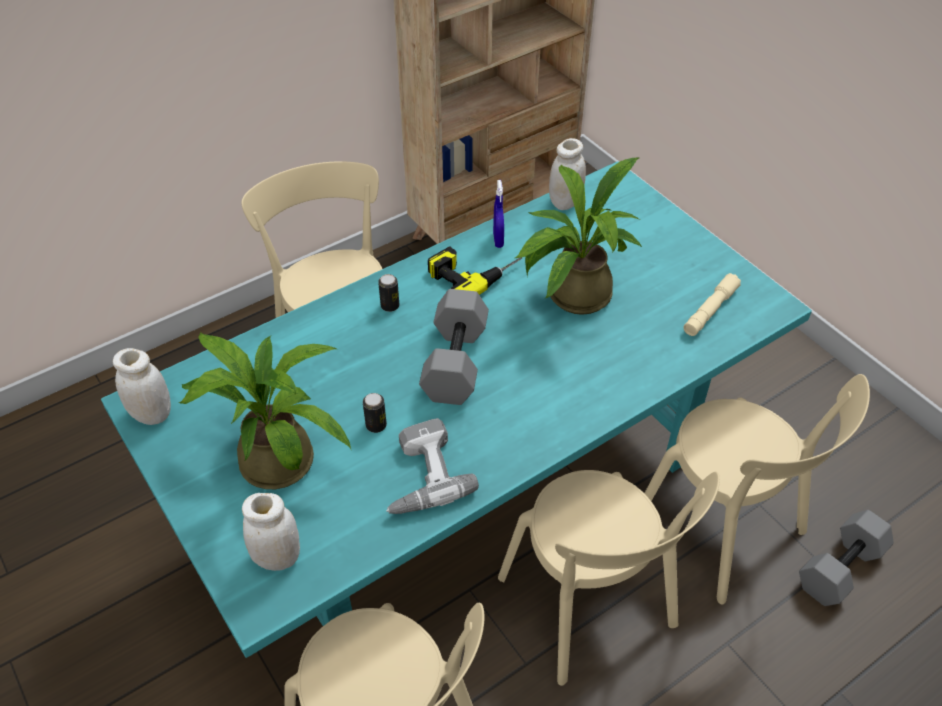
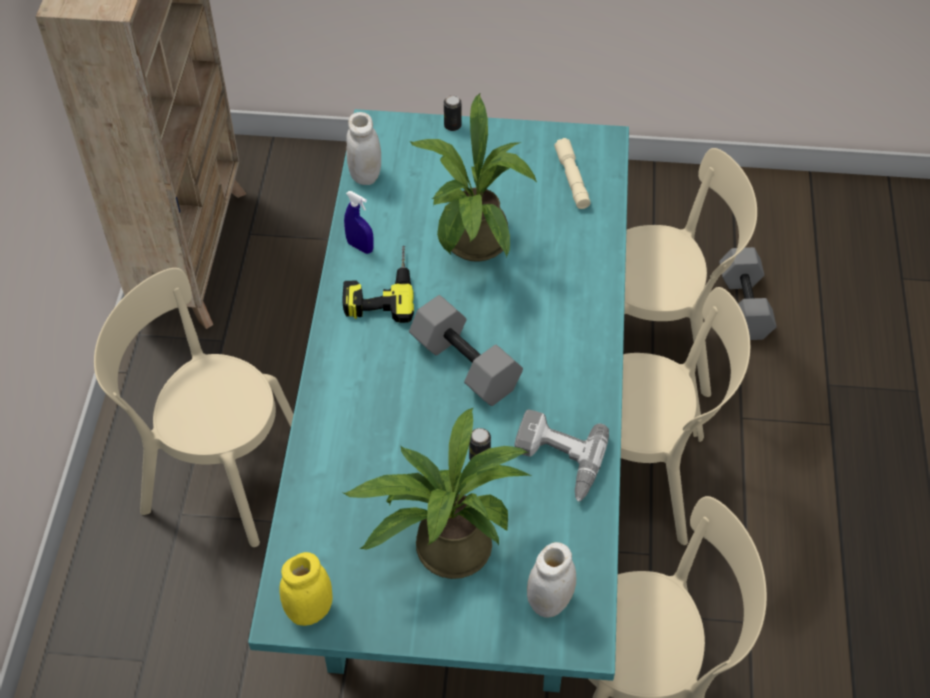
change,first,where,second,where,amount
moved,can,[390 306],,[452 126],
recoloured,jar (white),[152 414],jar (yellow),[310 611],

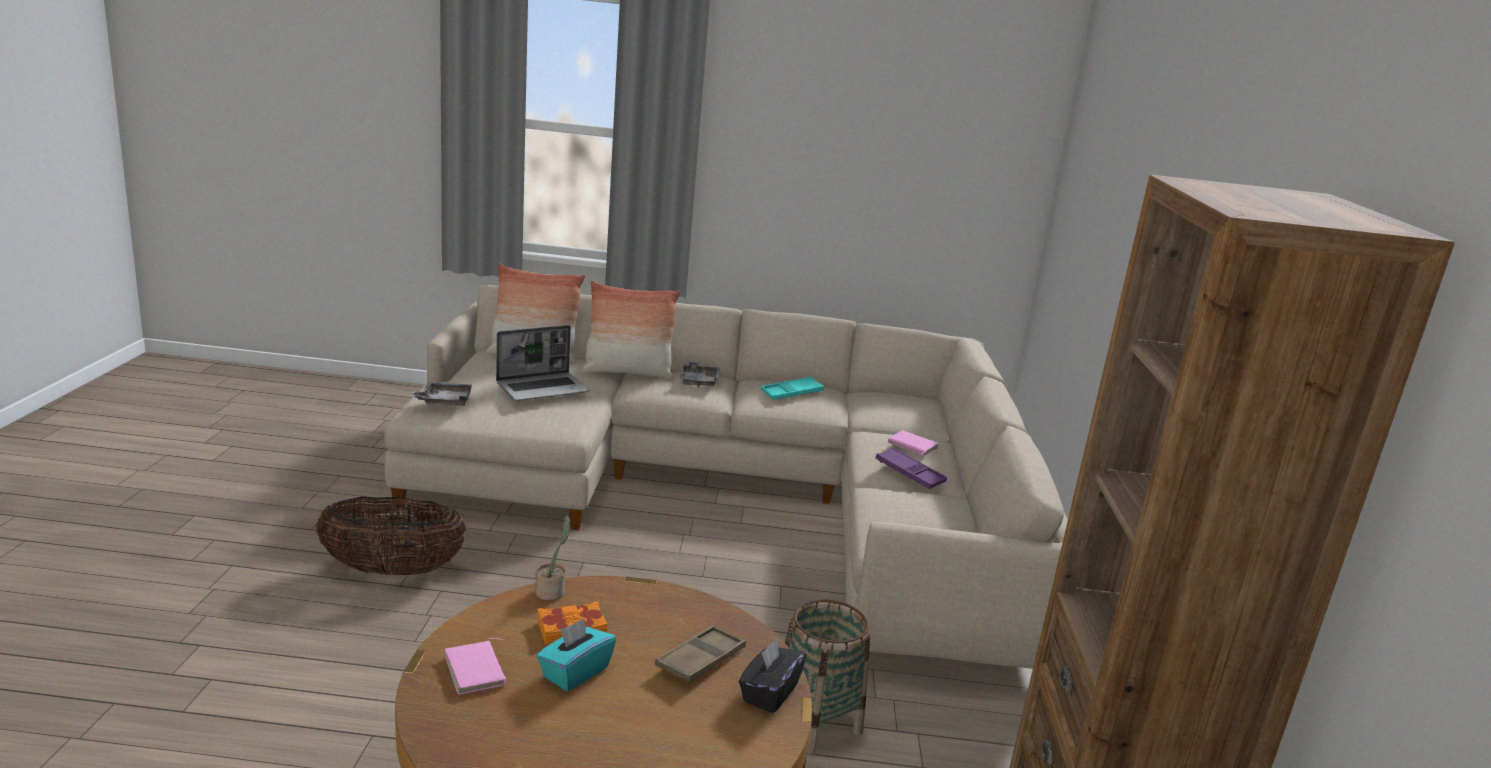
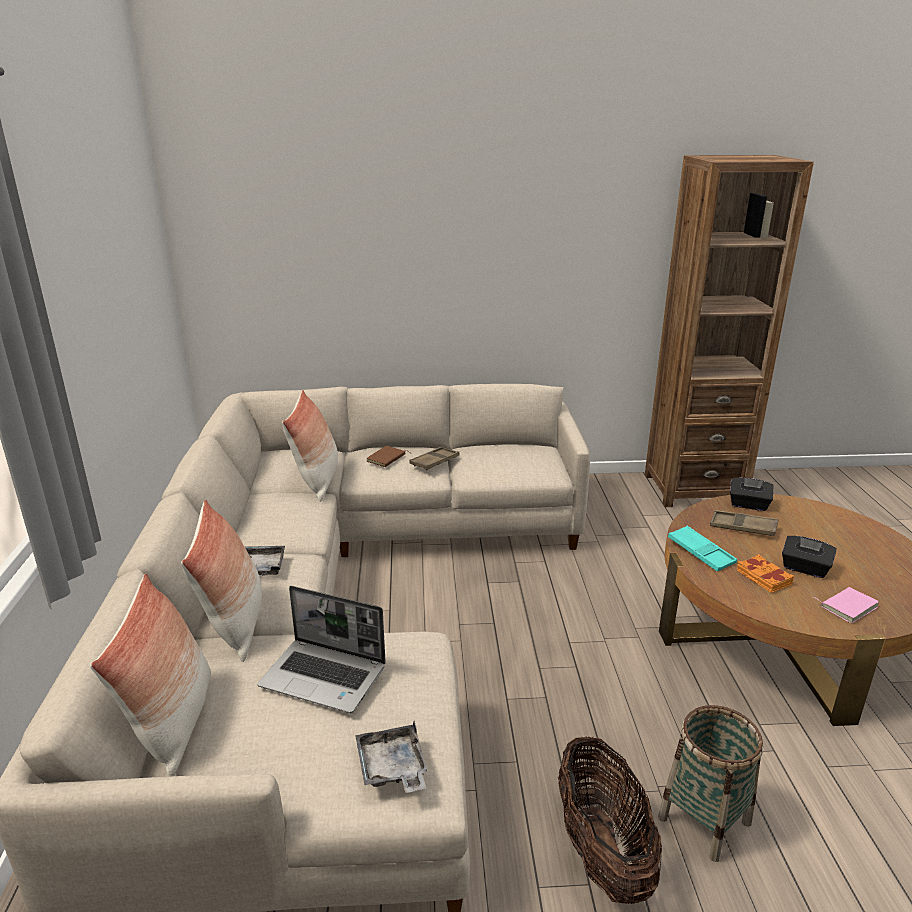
change,first,where,second,where,amount
removed,potted plant,[552 592],,,
added,,,pillow,[317 481],
moved,tray (turquoise),[792 393],,[700 552],
moved,basket,[815 723],,[704 820],
recoloured,tissue box (turquoise),[575 672],tissue box (black),[804 568],
recoloured,tray (purple),[909 473],tray (brown),[434 462],
recoloured,book (pink),[911 446],book (brown),[387 459],
turned,laptop,[543 388],,[325 676],150 degrees clockwise

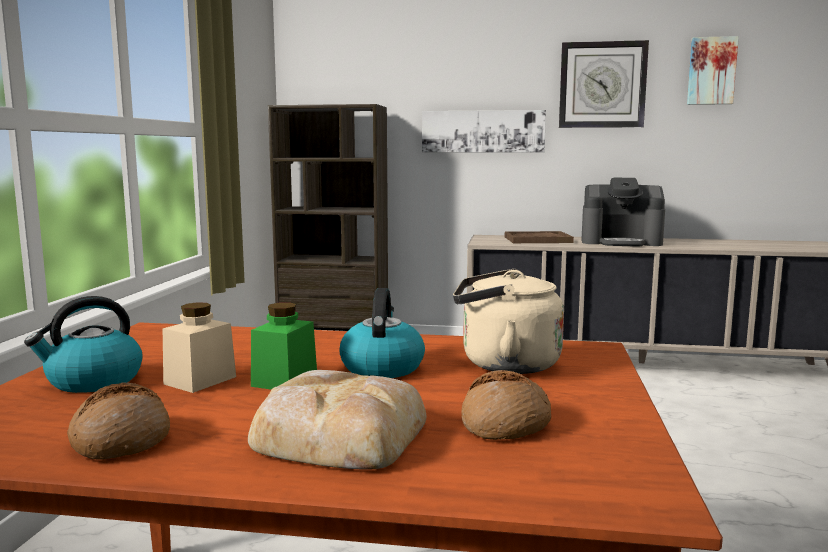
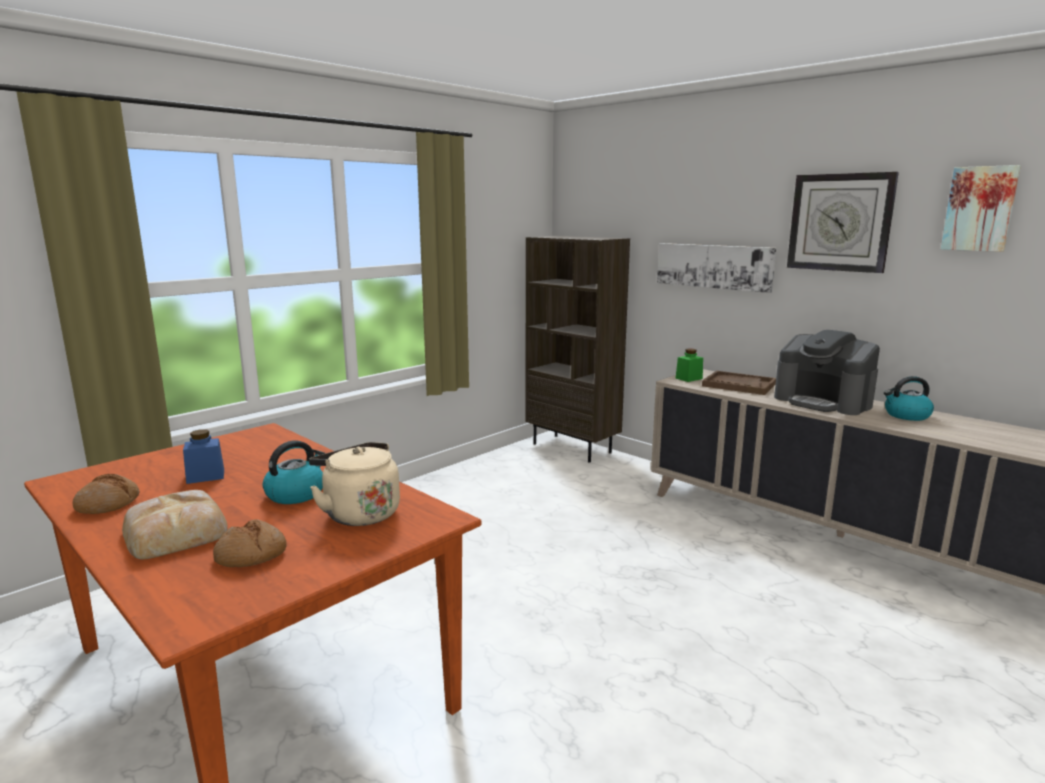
change,first,where,second,where,amount
moved,kettle,[93 381],,[906 415],
moved,jar (green),[284 380],,[689 378],
recoloured,jar (beige),[200 380],jar (blue),[205 476],

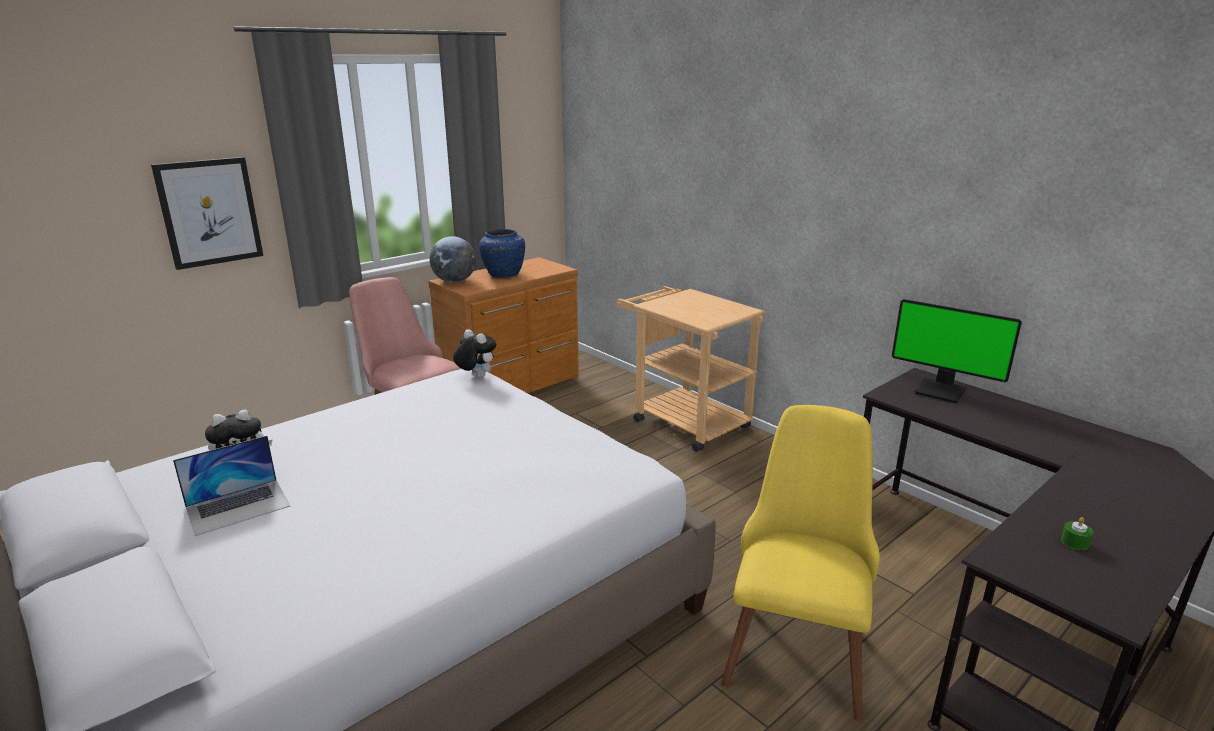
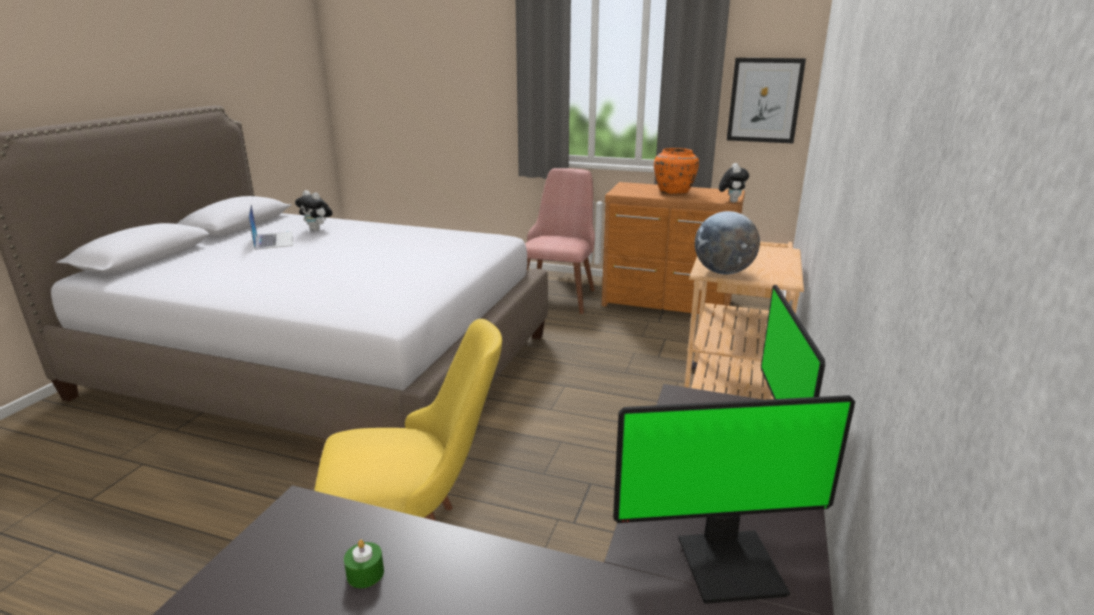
change,first,where,second,where,amount
added,,,monitor,[730 563],
moved,picture,[209 212],,[764 100],
moved,globe,[454 281],,[723 272],
moved,plush toy,[476 377],,[731 201],
recoloured,vase (blue),[503 275],vase (orange),[674 192],
turned,laptop,[238 506],,[274 240],135 degrees counterclockwise

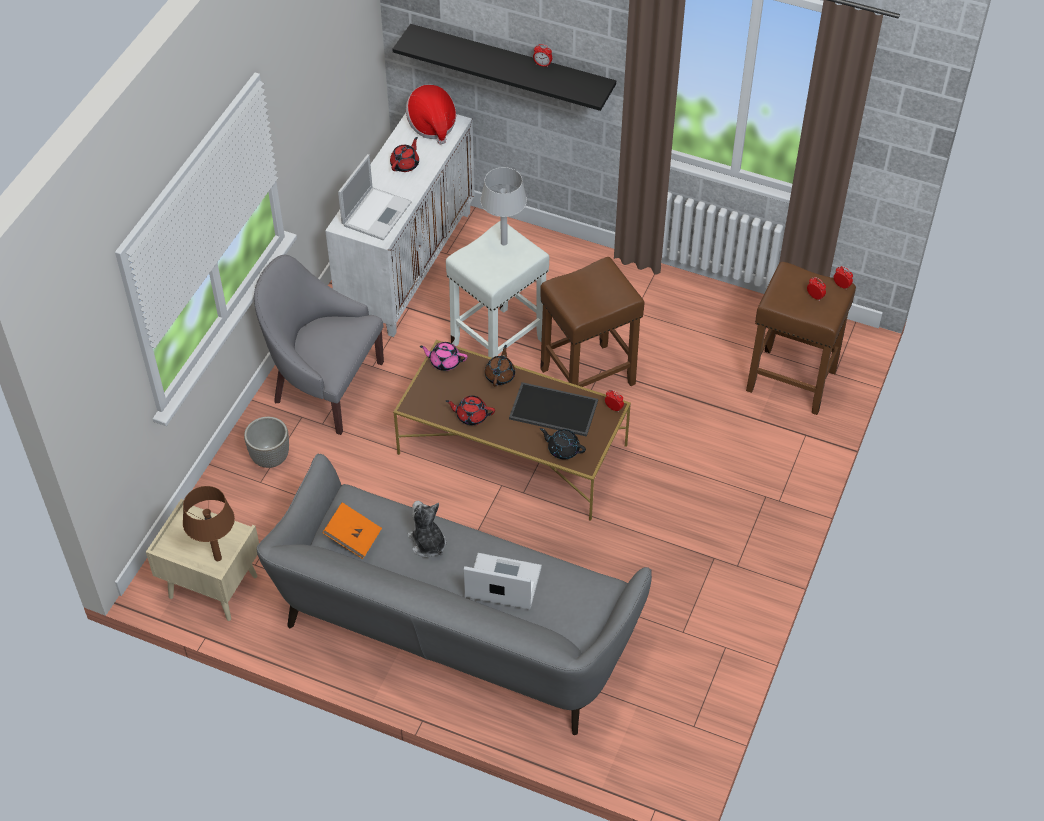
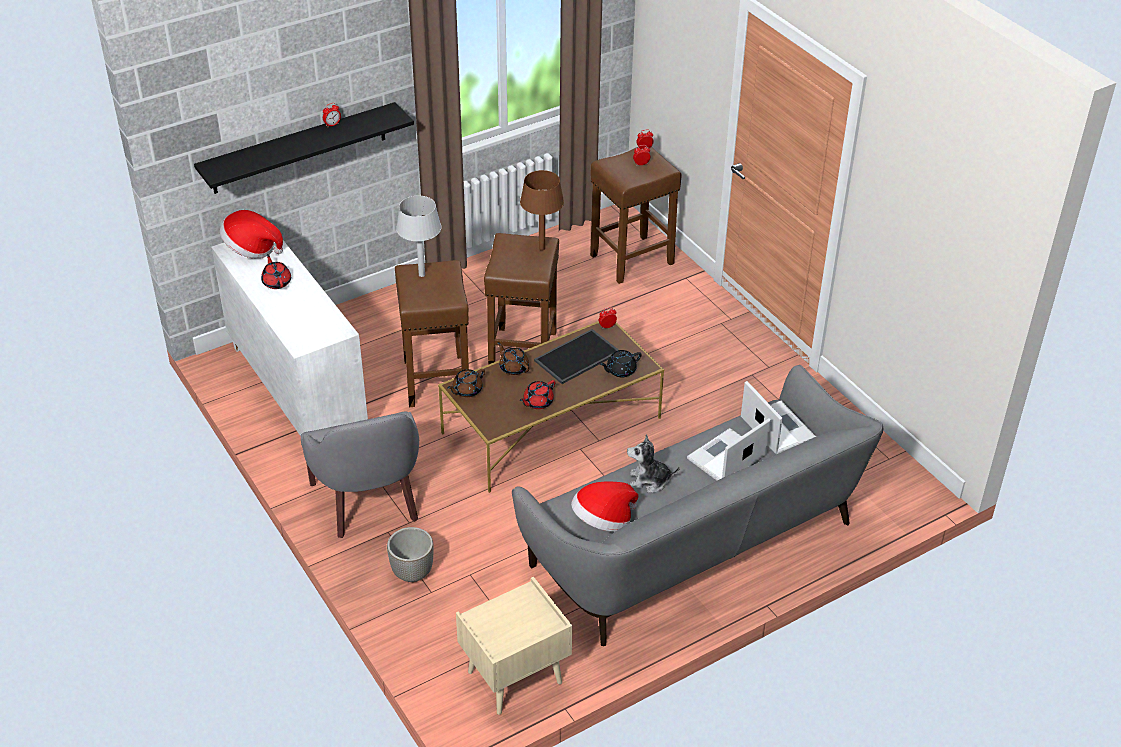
change,first,where,second,where,amount
moved,table lamp (brown),[217 558],,[542 248],
moved,laptop,[377 213],,[776 427],
replaced,book (orange),[353 537],hat,[603 521],
recoloured,teapot (pink),[444 362],teapot (brown),[467 390],
recoloured,stool (white),[499 341],stool (brown),[436 379],
turned,armchair (grey),[325 385],,[369 501],75 degrees counterclockwise

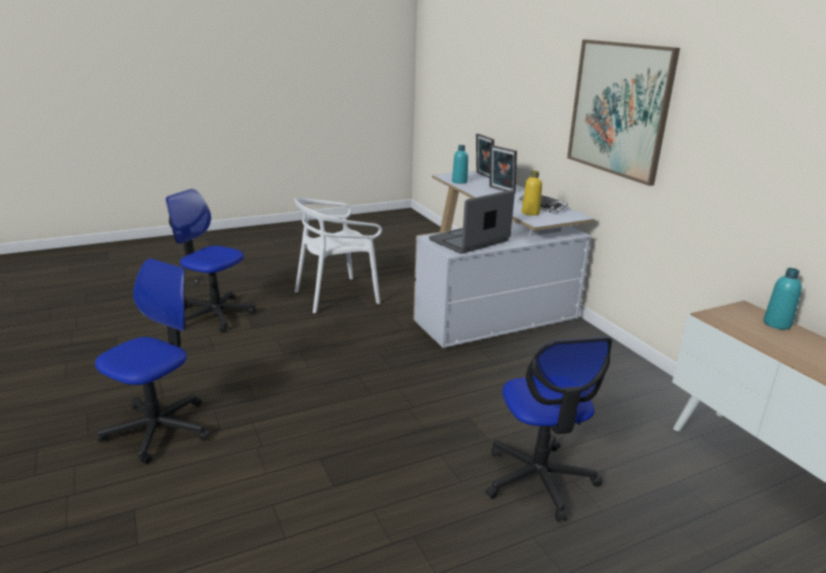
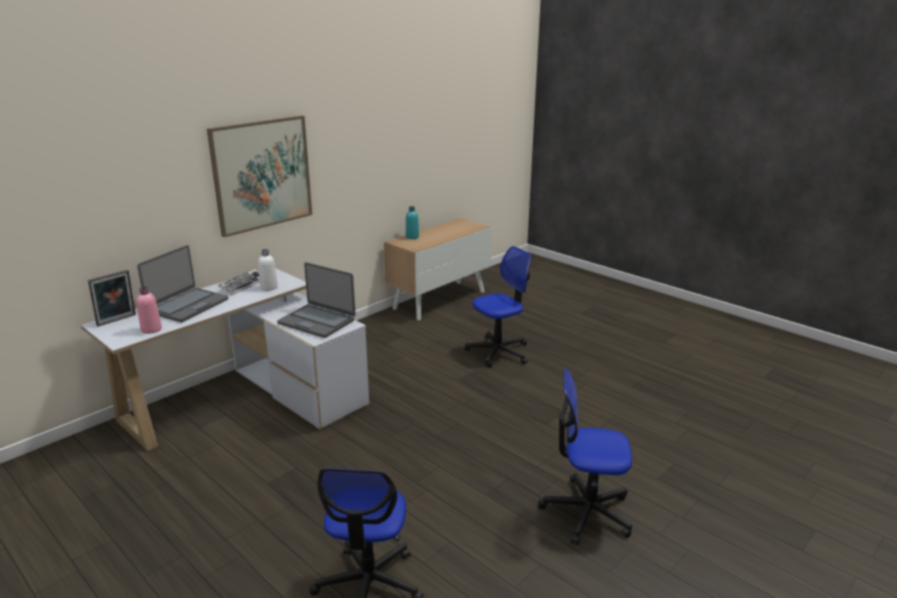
change,first,where,second,where,amount
removed,chair (white),[337 296],,,
replaced,picture frame,[500 190],laptop,[187 306],
recoloured,bottle (turquoise),[459 181],bottle (pink),[151 329],
recoloured,bottle (yellow),[530 213],bottle (white),[269 287],

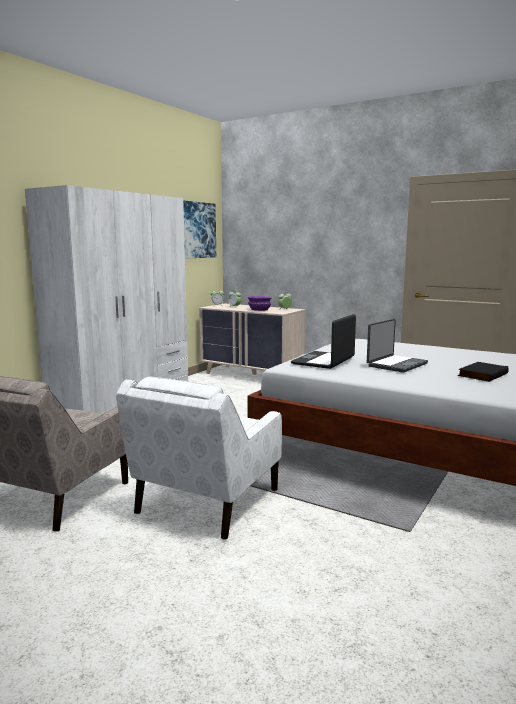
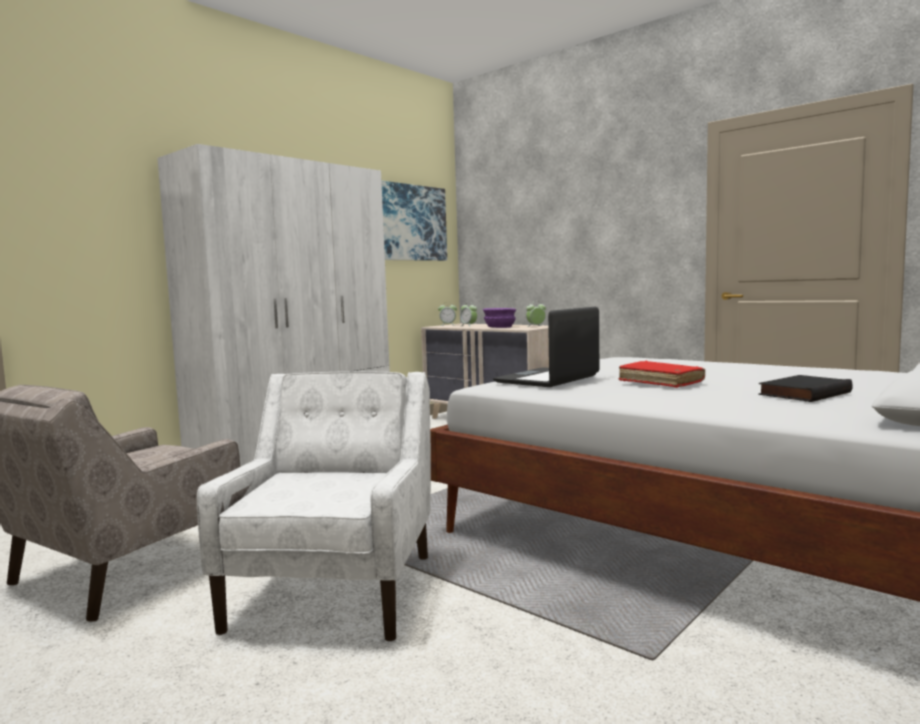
change,first,where,second,where,amount
replaced,laptop,[396 364],book (red),[660 382],
turned,armchair (white),[206 502],,[335 590],150 degrees clockwise

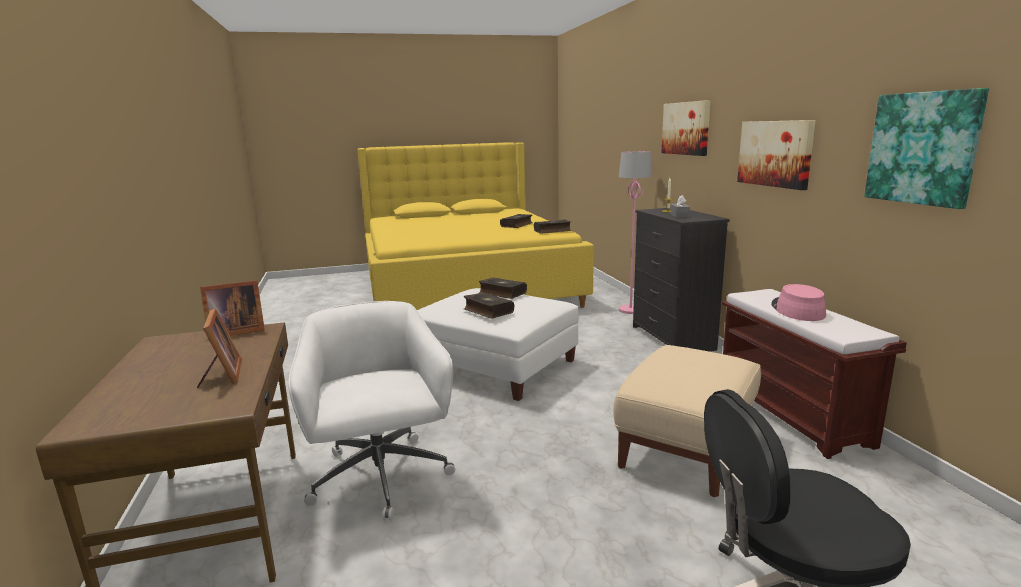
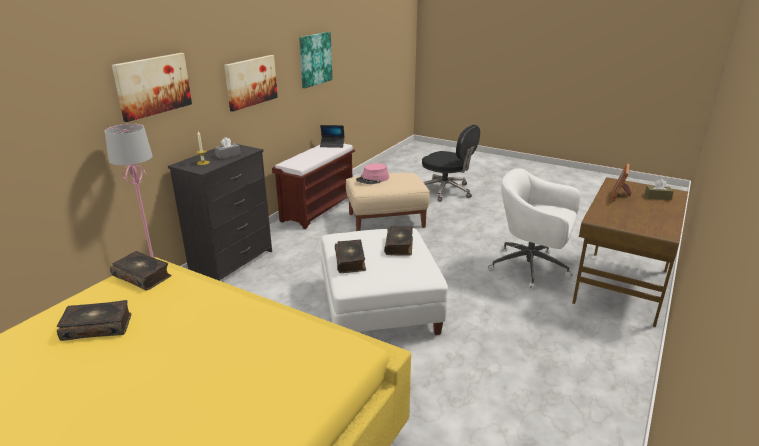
change,first,where,second,where,amount
removed,picture frame,[234 332],,,
added,,,laptop,[332 145],
added,,,tissue box (brown),[657 197],
moved,hat (pink),[797 310],,[373 179],
turned,office chair (white),[381 479],,[531 268],90 degrees clockwise

